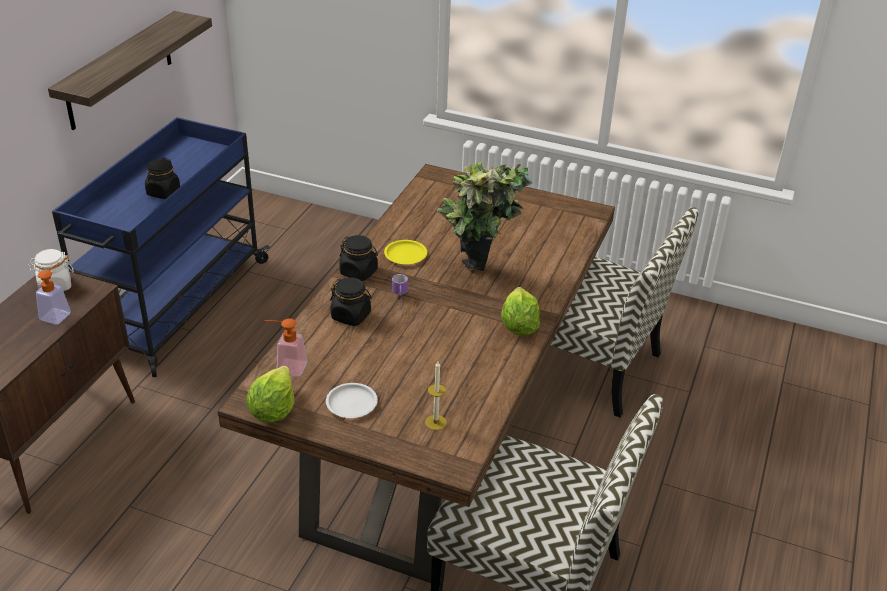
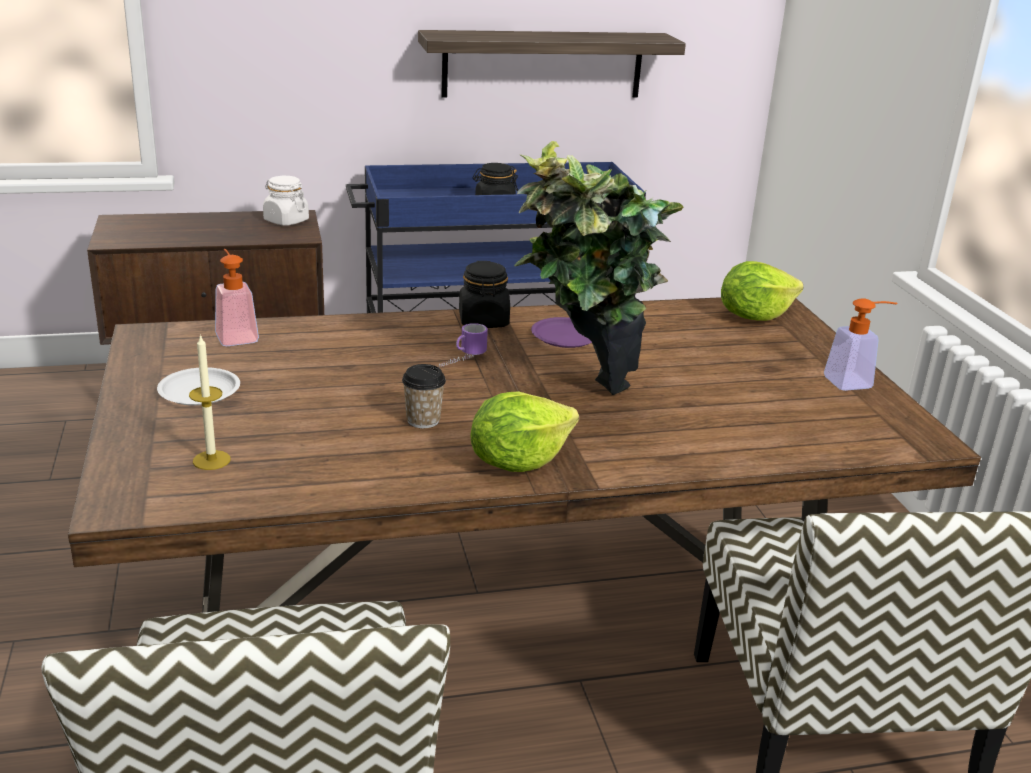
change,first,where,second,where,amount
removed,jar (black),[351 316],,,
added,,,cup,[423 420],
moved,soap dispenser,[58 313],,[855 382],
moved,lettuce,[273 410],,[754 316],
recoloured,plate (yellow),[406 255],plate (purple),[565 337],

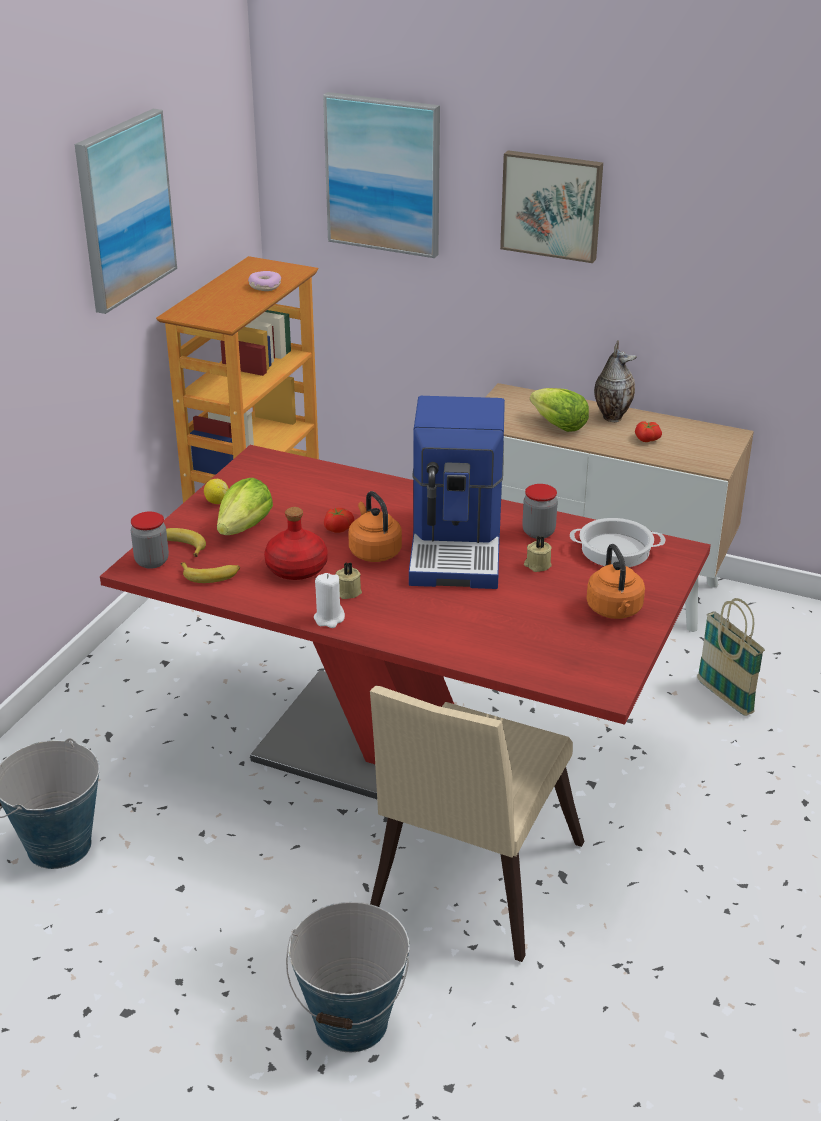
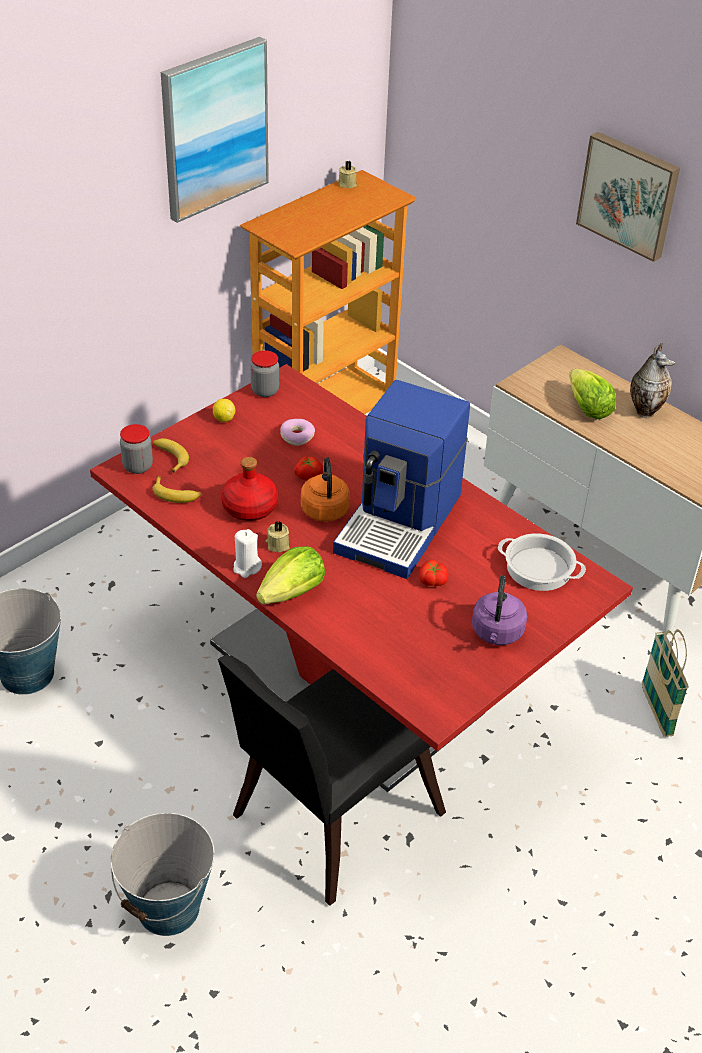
change,first,where,second,where,amount
removed,picture,[383 174],,,
moved,lettuce,[245 528],,[292 593],
moved,donut,[265 286],,[297 436],
moved,jar,[538 532],,[265 391],
moved,candle (beige),[537 565],,[347 184],
moved,tomato,[646 440],,[432 581],
recoloured,chair (beige),[469 885],chair (black),[326 820],
recoloured,kettle (orange),[615 611],kettle (purple),[497 633],

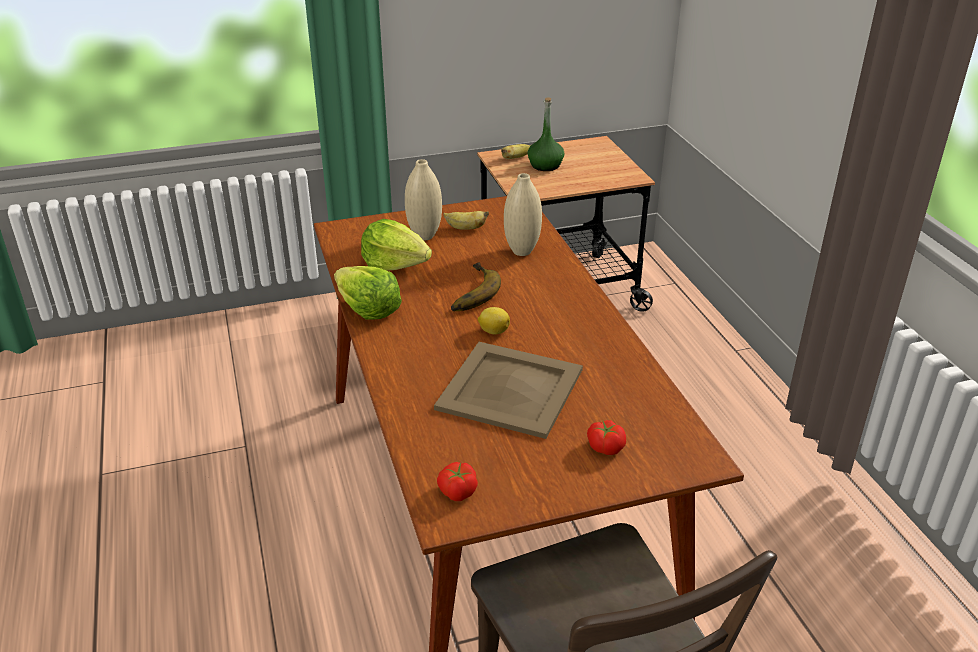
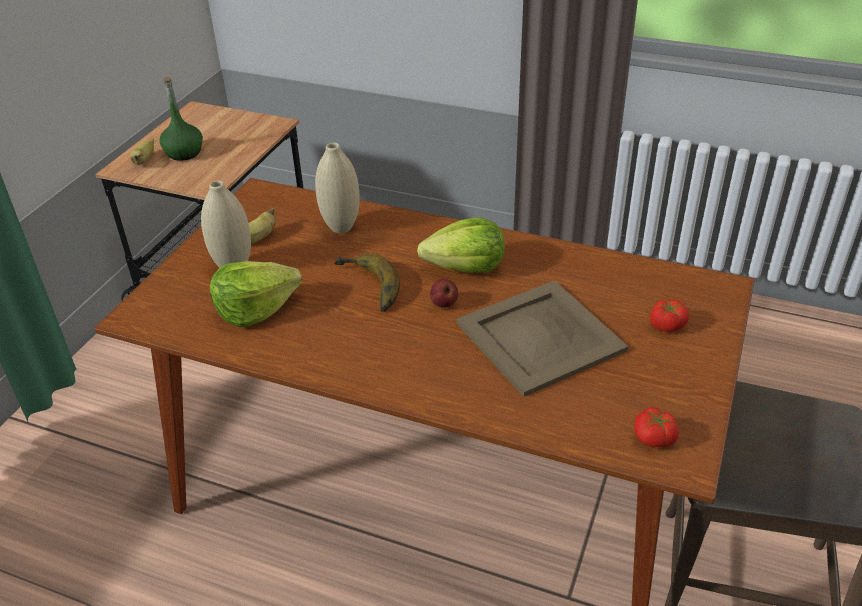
change,first,where,second,where,amount
moved,lettuce,[368 310],,[466 267],
replaced,lemon,[493 331],apple,[444 304],

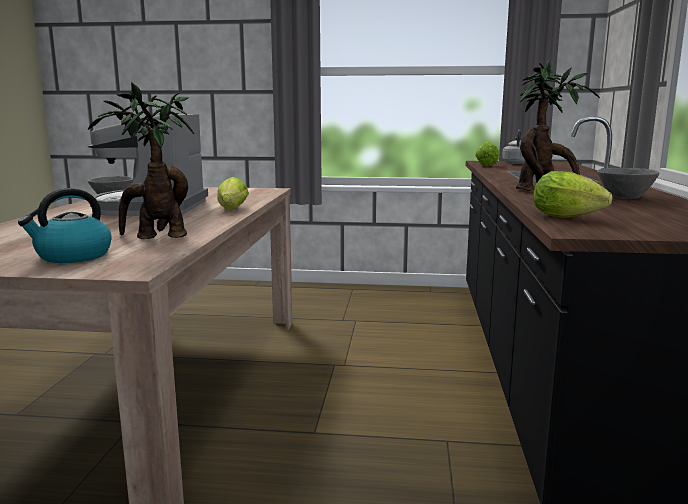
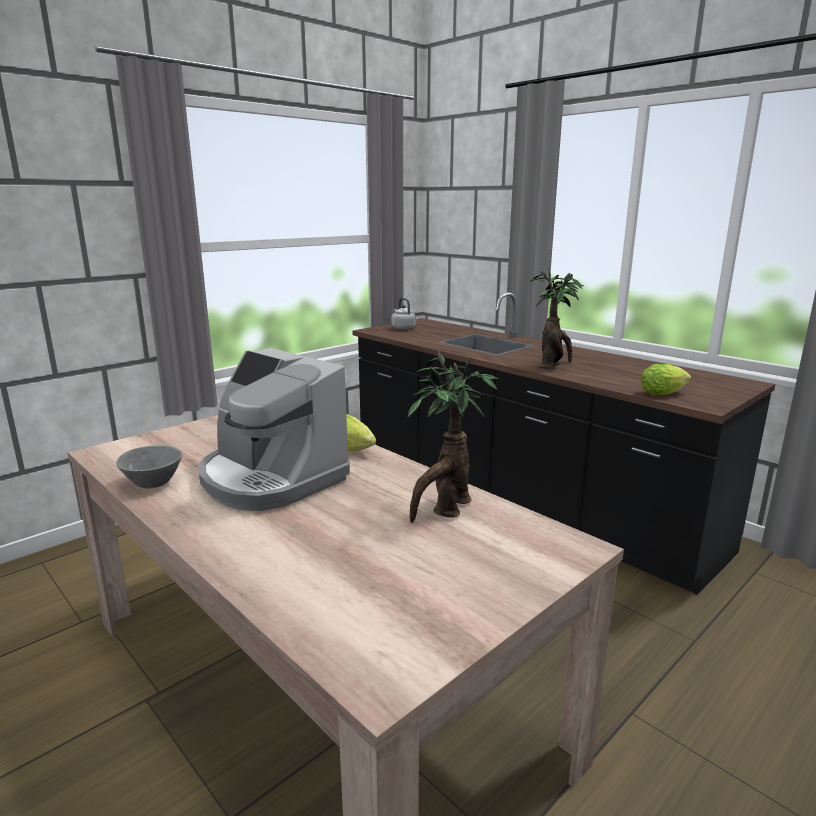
change,first,where,second,where,amount
removed,kettle,[73 256],,,
removed,lettuce,[487 165],,,
removed,bowl (grey),[623 197],,,

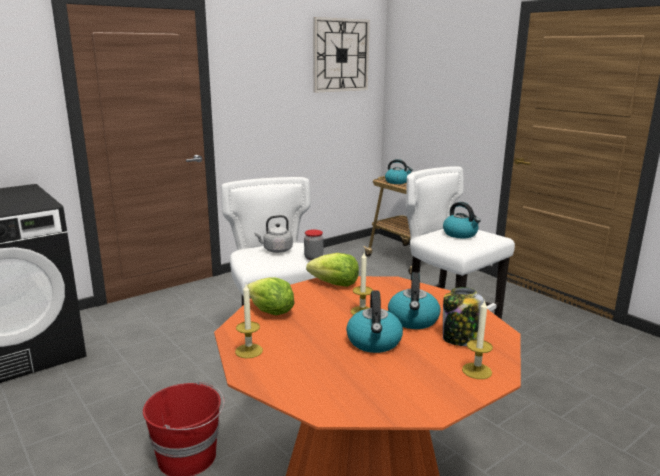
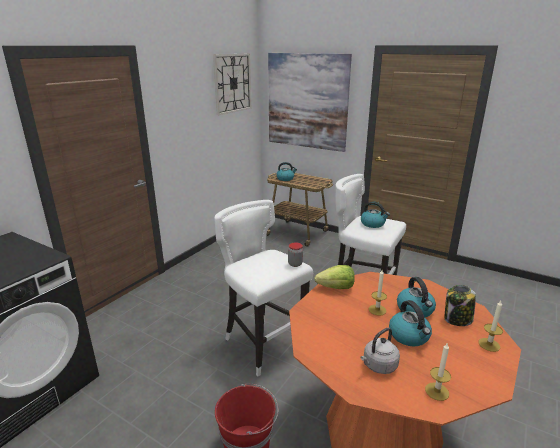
change,first,where,second,where,amount
removed,lettuce,[271 312],,,
added,,,picture,[307 101],
moved,candle,[249 351],,[437 391],
moved,kettle (grey),[276 250],,[378 366],

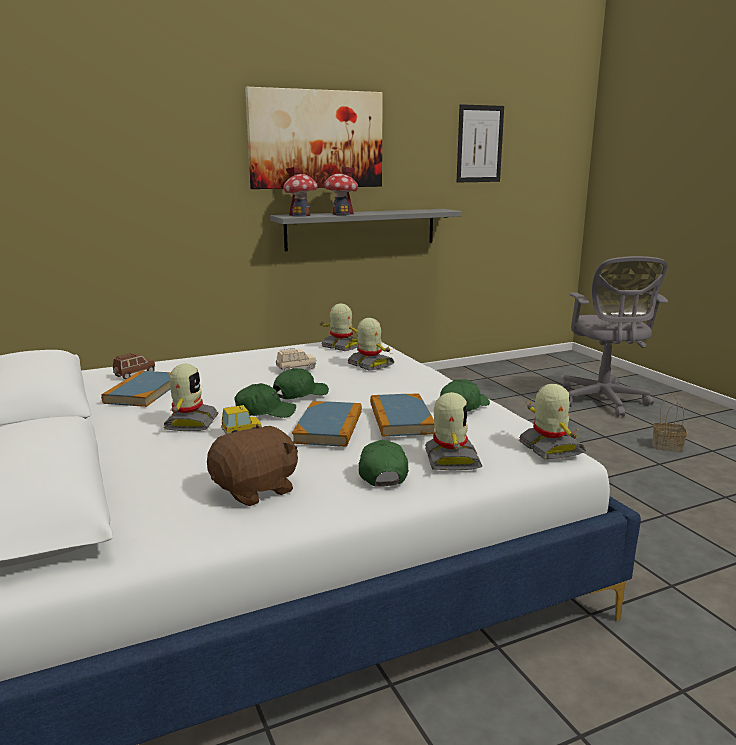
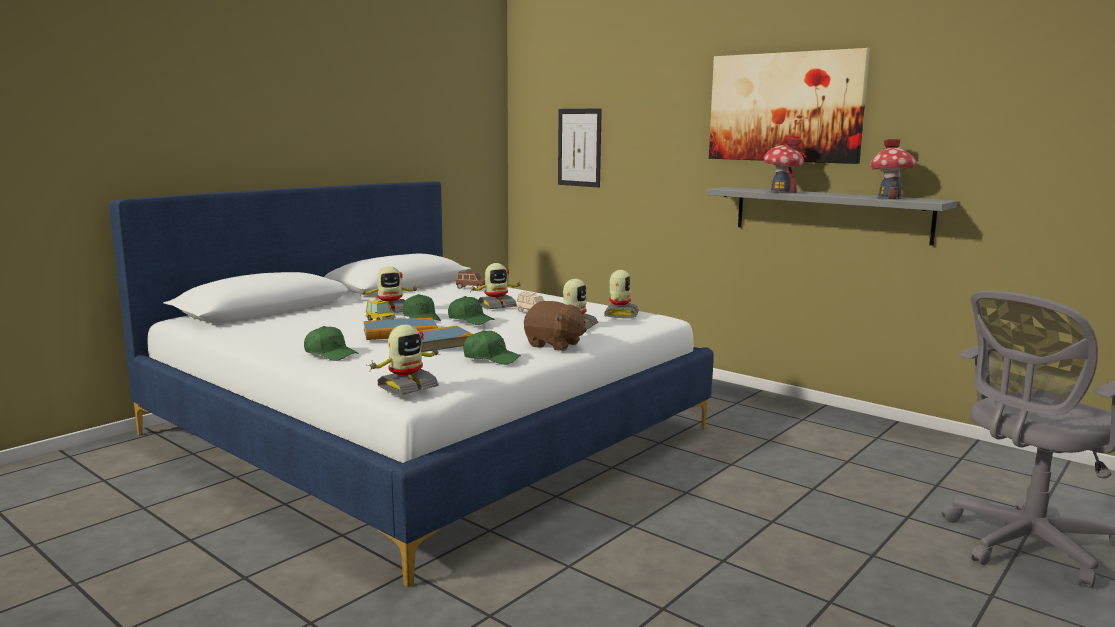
change,first,where,second,where,amount
removed,book,[143 392],,,
removed,basket,[666 446],,,
moved,plush toy (brown),[256 490],,[554 345],
moved,toy house,[301 215],,[889 198],
moved,toy robot,[450 460],,[496 306],
moved,picture,[479 144],,[579 147],
turned,cap (green),[381 473],,[330 354],60 degrees clockwise

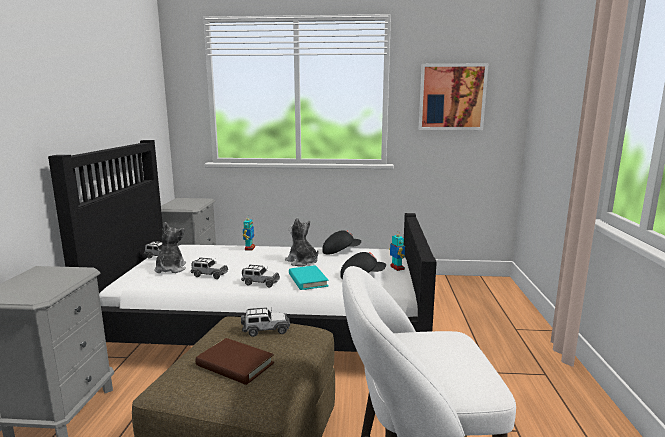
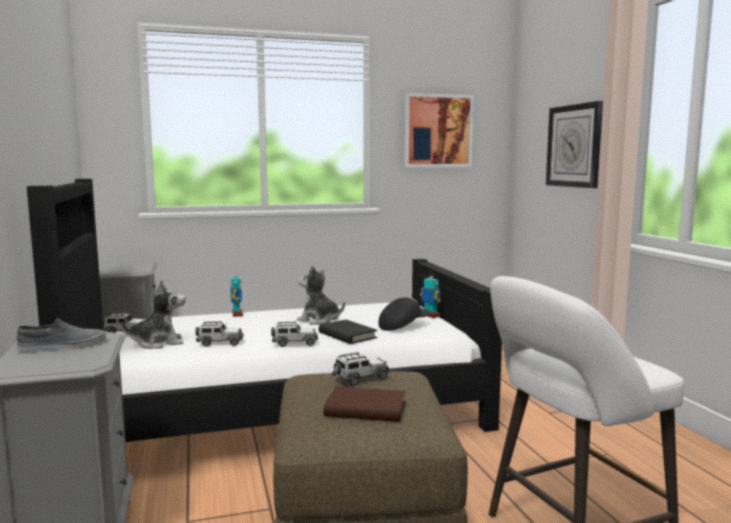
change,first,where,second,where,amount
removed,cap (black),[340 251],,,
added,,,shoe (grey),[63 346],
added,,,wall clock,[574 146],
recoloured,book (turquoise),[307 280],book (black),[347 335],
turned,plush toy,[170 269],,[158 343],90 degrees clockwise

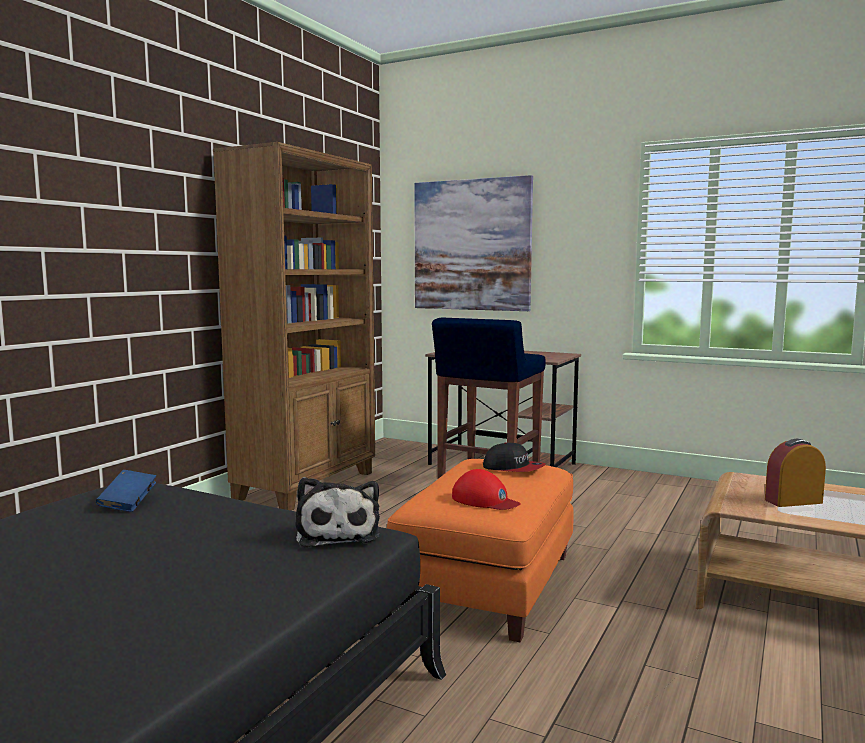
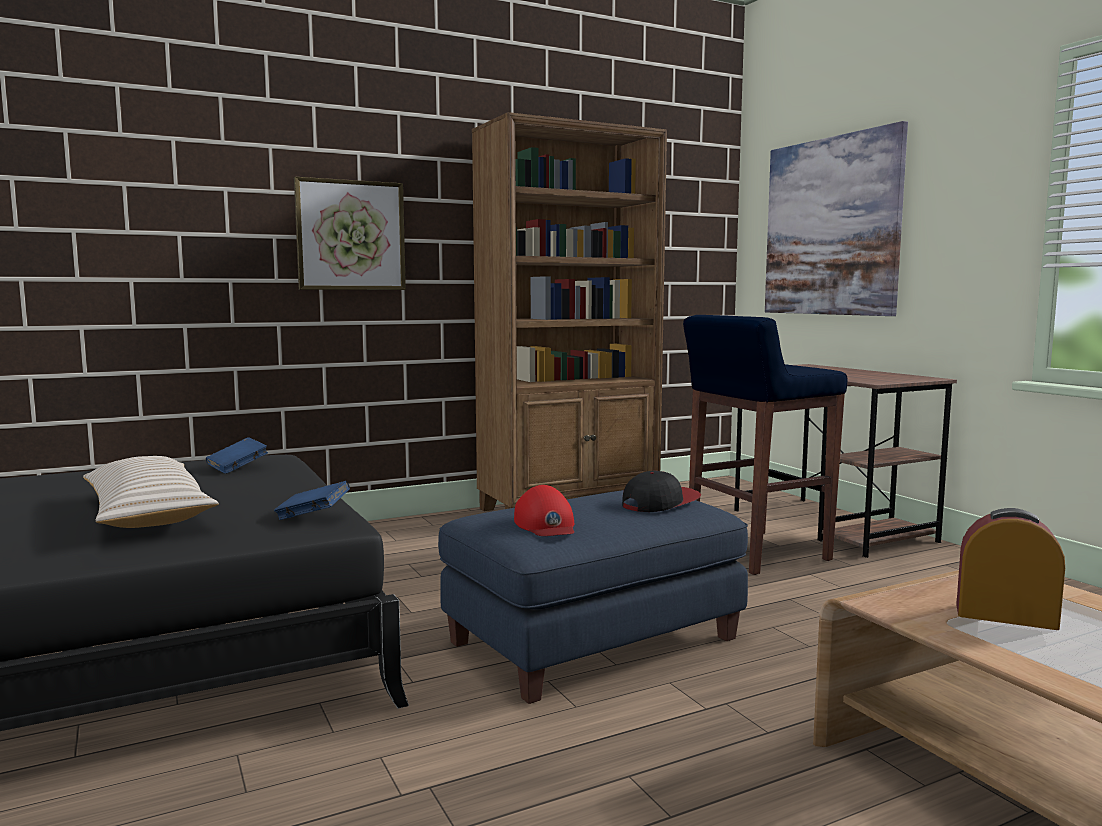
change,first,where,second,where,amount
added,,,pillow (beige),[147 513],
added,,,picture,[350 235],
replaced,plush toy,[337 533],book (blue),[313 517],
recoloured,ottoman (orange),[488 583],ottoman (blue),[595 640],
turned,cap,[514 468],,[660 503],105 degrees counterclockwise

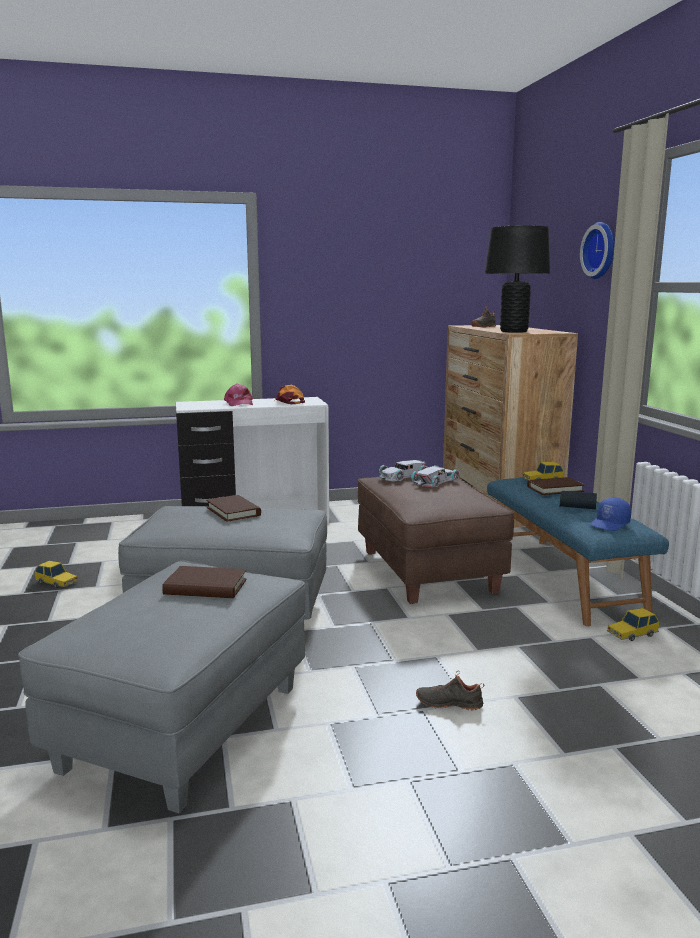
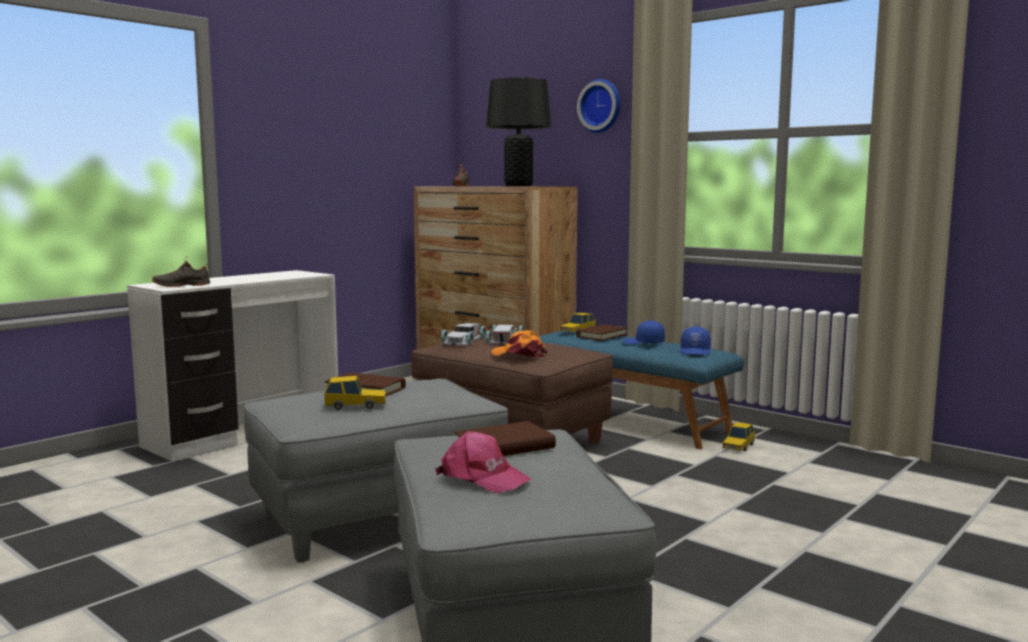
change,first,where,second,where,amount
moved,toy car,[56 582],,[355 405],
moved,cap (pink),[238 403],,[482 477],
moved,cap (orange),[289 402],,[519 354],
moved,shoe (black),[449 703],,[181 285],
replaced,book,[577 504],cap (blue),[643 343],

